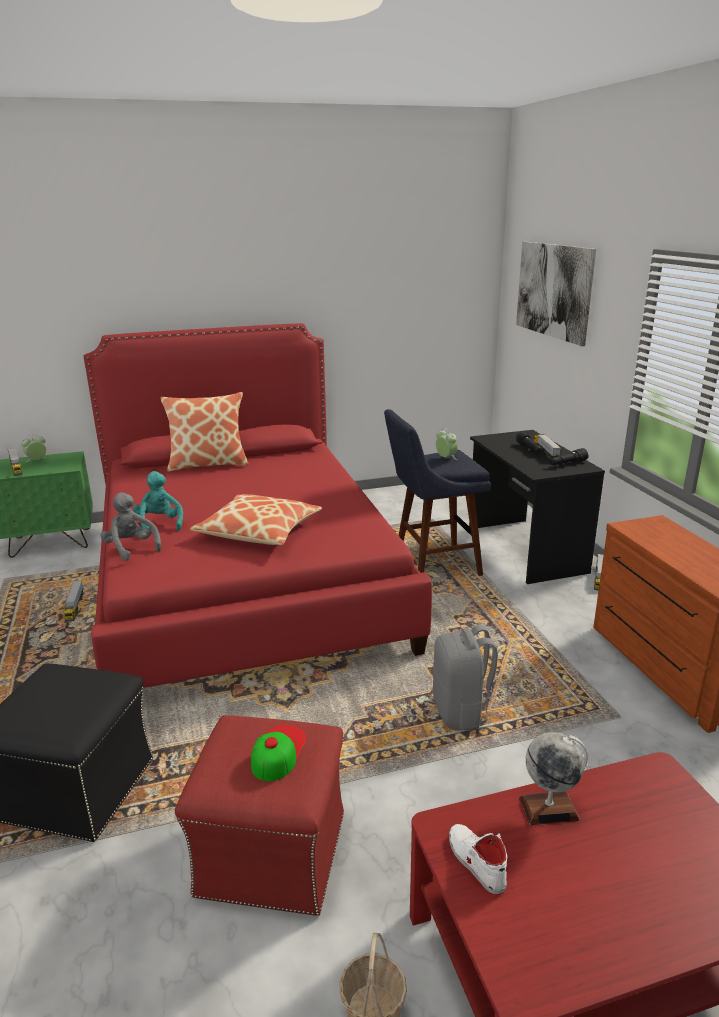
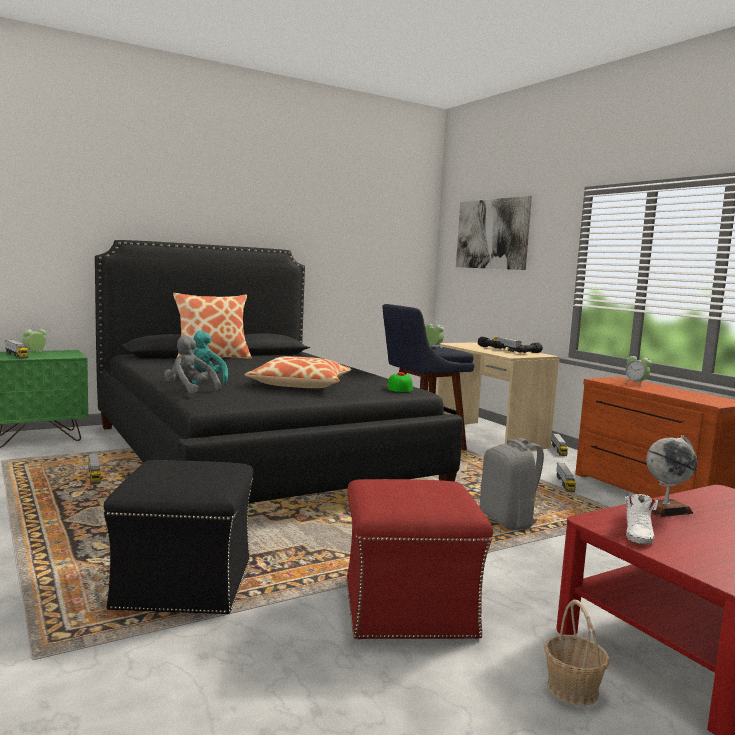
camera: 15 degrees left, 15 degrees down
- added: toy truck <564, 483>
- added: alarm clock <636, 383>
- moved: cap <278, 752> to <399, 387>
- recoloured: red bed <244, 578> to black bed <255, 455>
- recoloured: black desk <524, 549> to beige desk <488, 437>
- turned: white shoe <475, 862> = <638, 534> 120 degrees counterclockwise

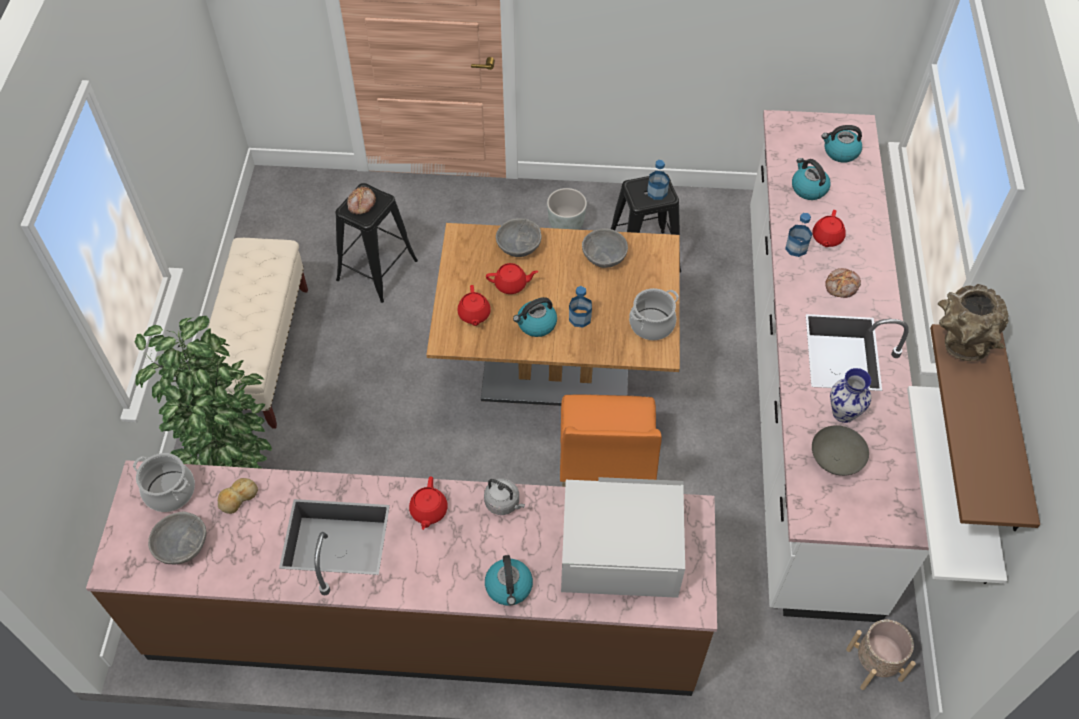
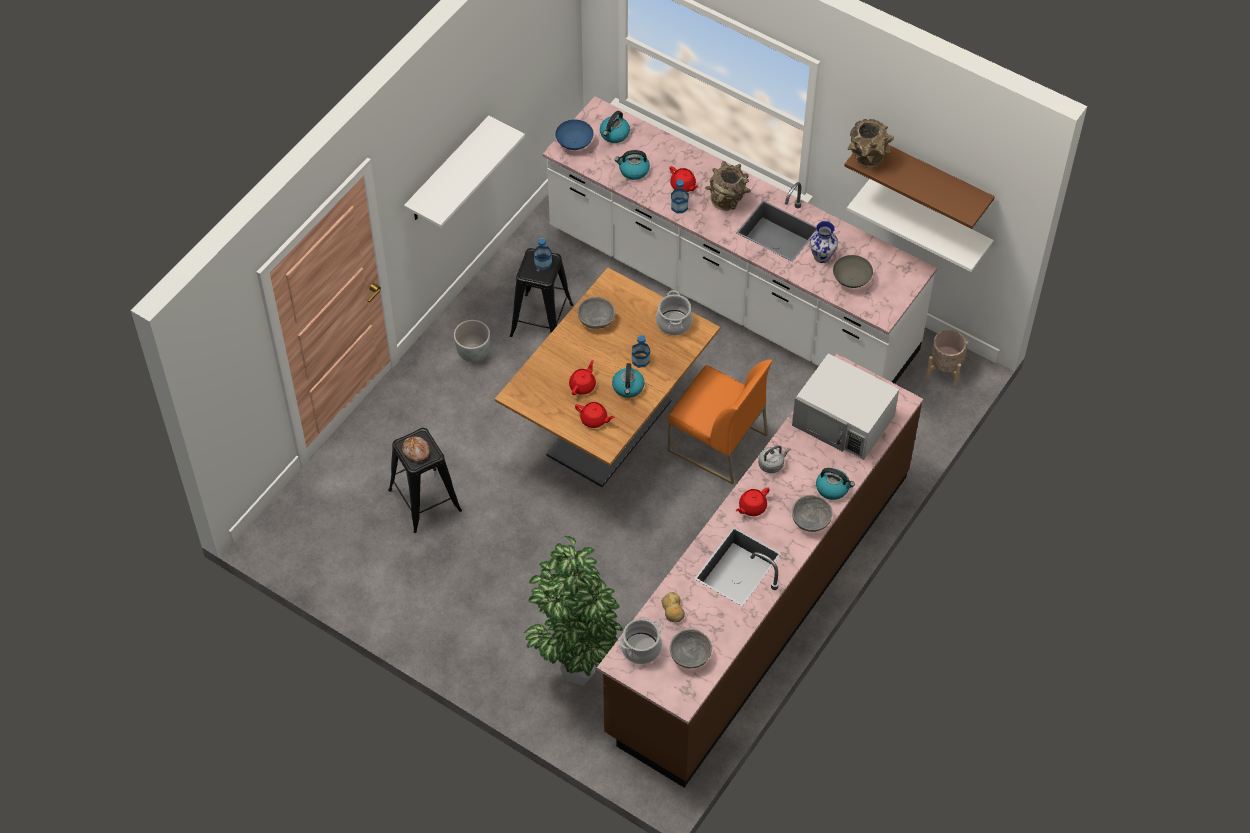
camera: 60 degrees left, 0 degrees up
- removed: beige bench <262, 354>
- added: white shelf <448, 171>
- added: blue bowl <575, 143>
- moved: grey bowl <519, 246> to <811, 520>
- replaced: bread <842, 286> to brown vase <727, 201>
- turned: red teapot <428, 511> = <752, 507> 105 degrees clockwise
- turned: white microwave <618, 551> = <844, 421> 90 degrees counterclockwise

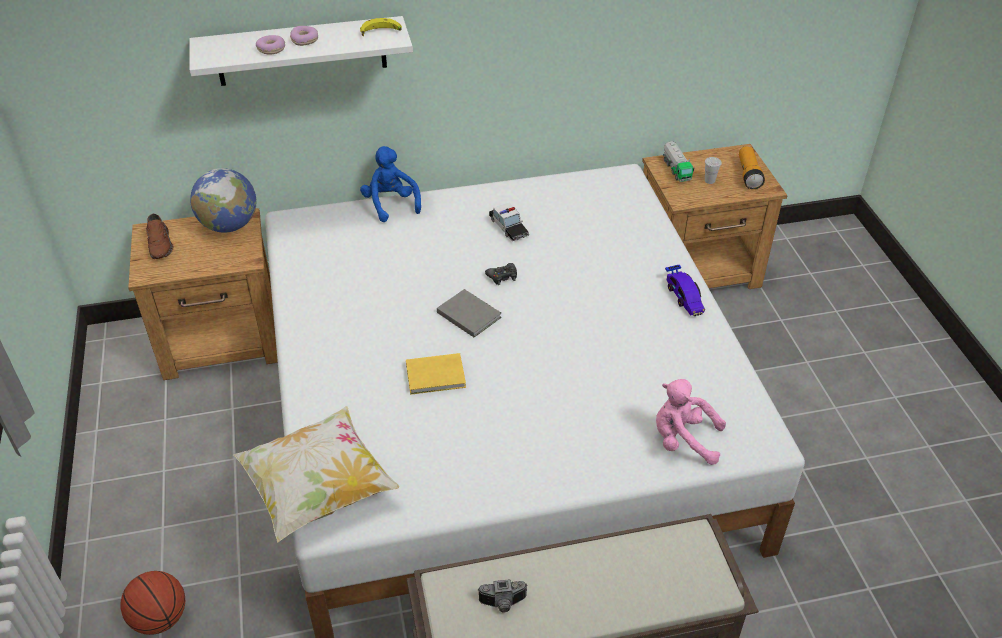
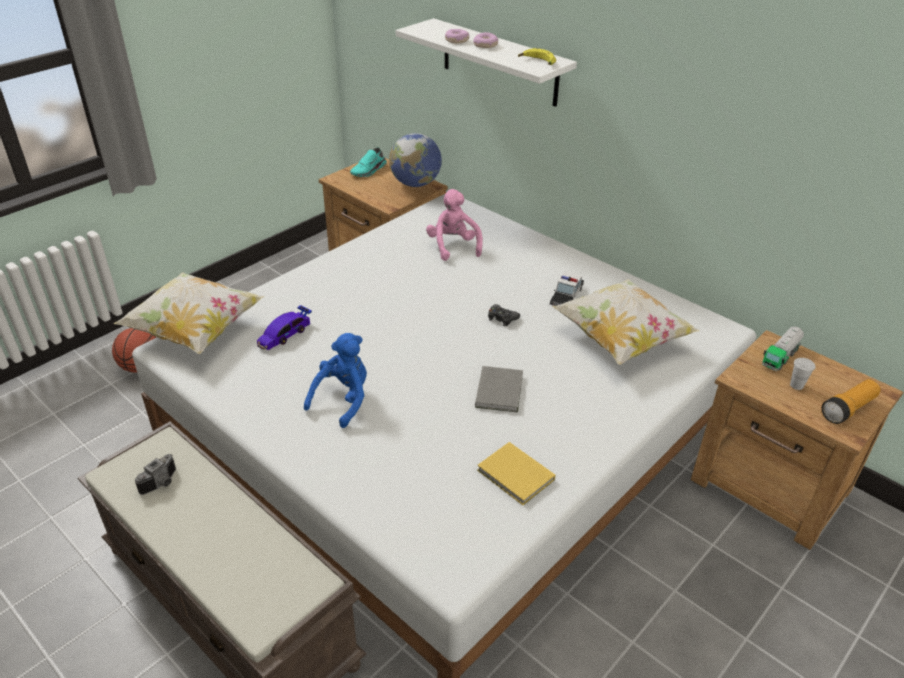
camera: 55 degrees right, 5 degrees down
- added: pillow <620, 339>
- moved: blue plush toy <390, 204> to <343, 399>
- moved: yellow book <437, 376> to <516, 476>
- moved: grey book <468, 314> to <500, 390>
- moved: pink plush toy <683, 440> to <453, 246>
- moved: toy car <684, 297> to <285, 335>
- recoloured: brown shoe <161, 244> to turquoise shoe <369, 171>
- turned: photo camera <503, 604> = <162, 483> 105 degrees counterclockwise

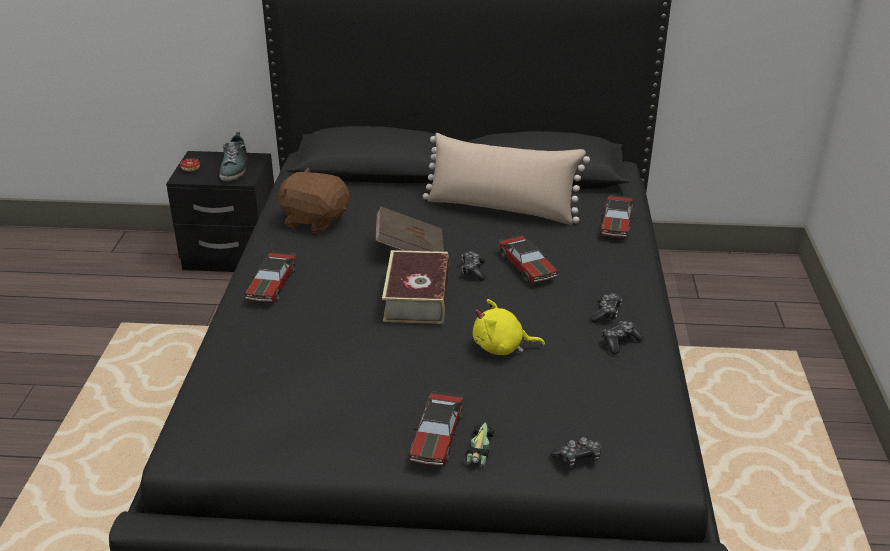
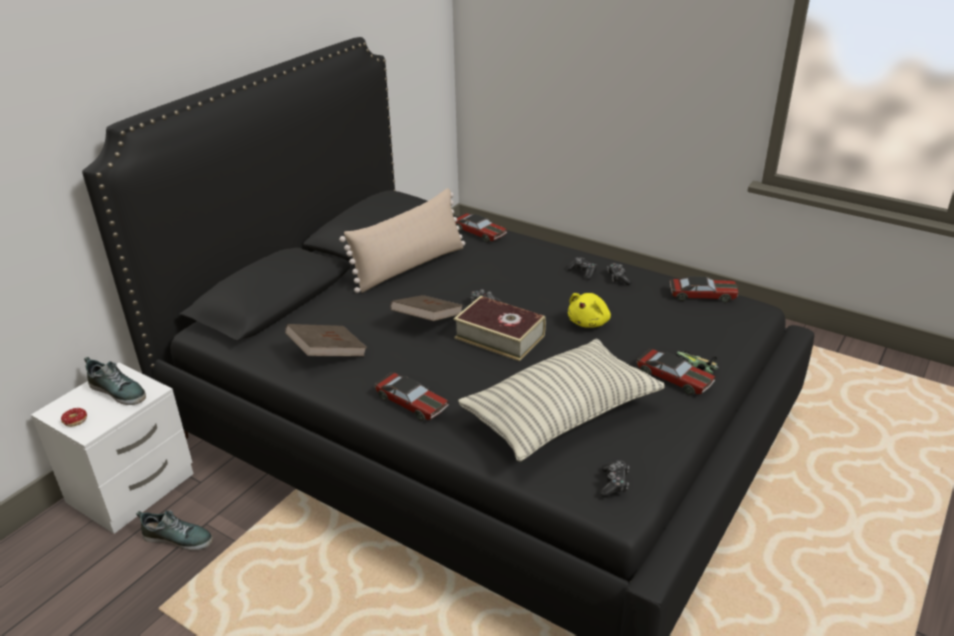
camera: 60 degrees left, 0 degrees up
- added: shoe <178, 538>
- added: pillow <561, 415>
- moved: toy car <527, 266> to <702, 295>
- moved: game controller <577, 458> to <614, 483>
- replaced: brown plush toy <315, 220> to brown book <327, 354>
- recoloured: black nightstand <231, 256> to white nightstand <133, 489>

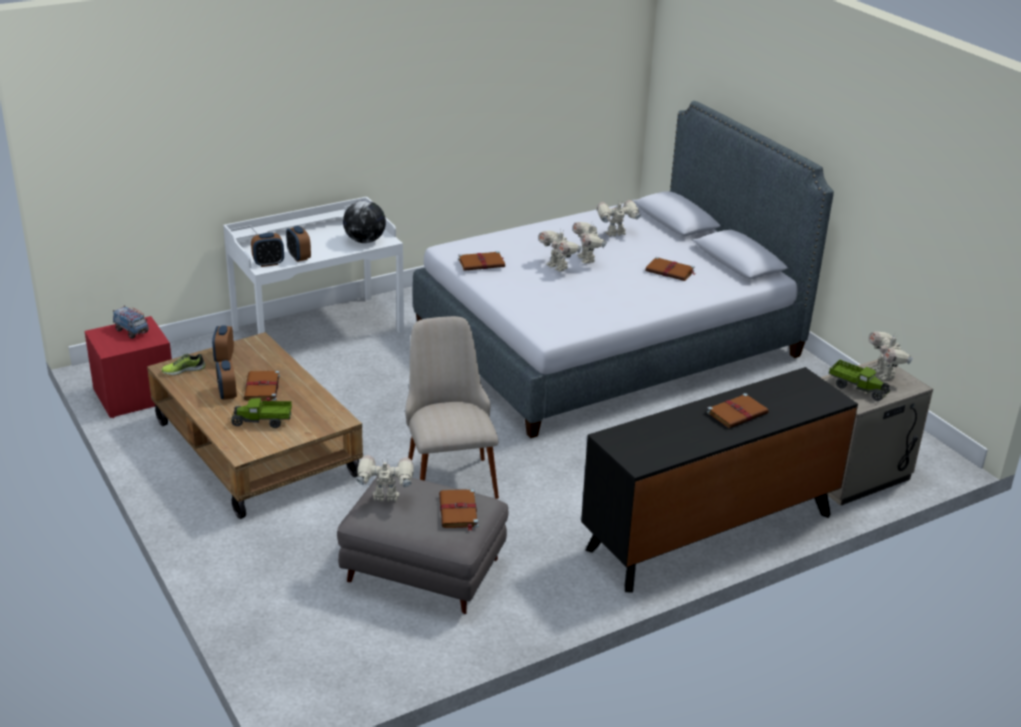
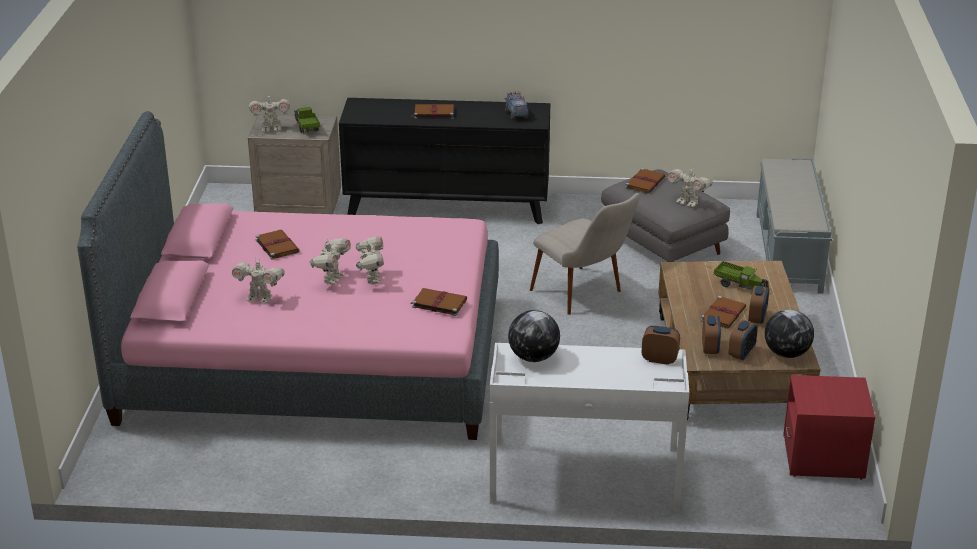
camera: 145 degrees left, 0 degrees up
- added: grey bench <788, 253>
- moved: toy truck <132, 331> to <516, 114>
- moved: alarm clock <299, 257> to <710, 348>
- replaced: shoe <183, 370> to globe <786, 353>
- recoloured: grey bed <608, 341> to pink bed <311, 359>
- turned: beige chair <448, 472> = <585, 297> 60 degrees counterclockwise
- turned: toy robot <884, 374> = <271, 128> 60 degrees clockwise

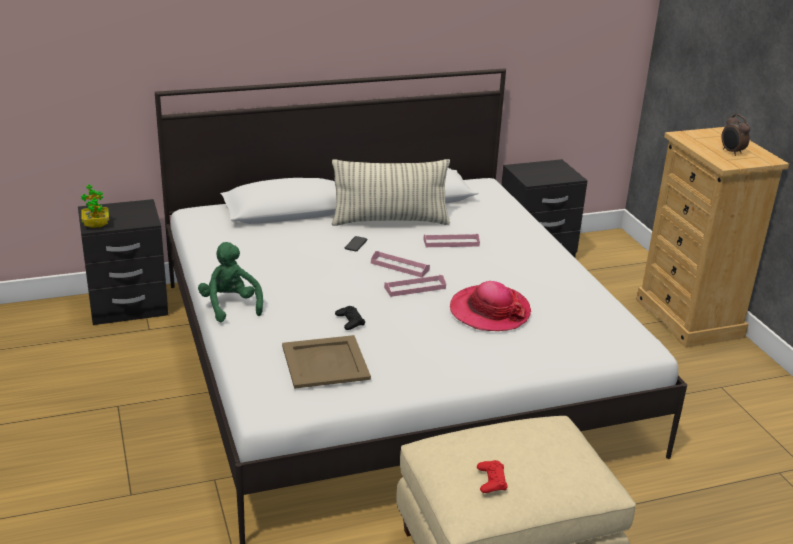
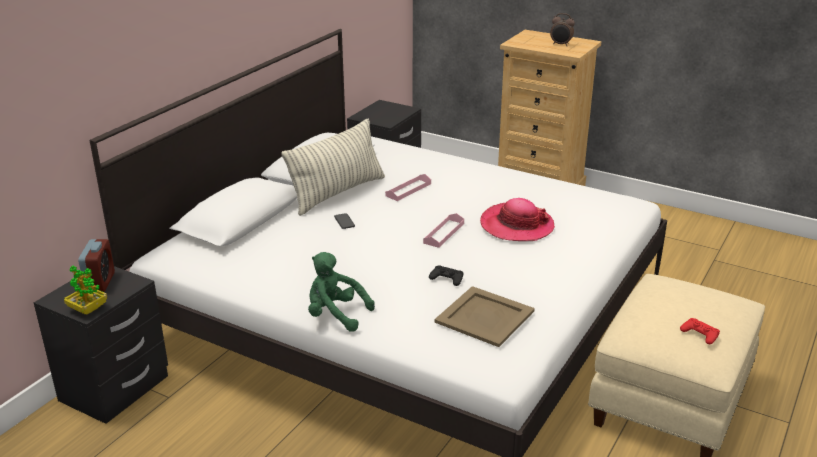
camera: 40 degrees left, 0 degrees up
- removed: pink tray <400, 266>
- added: alarm clock <100, 282>

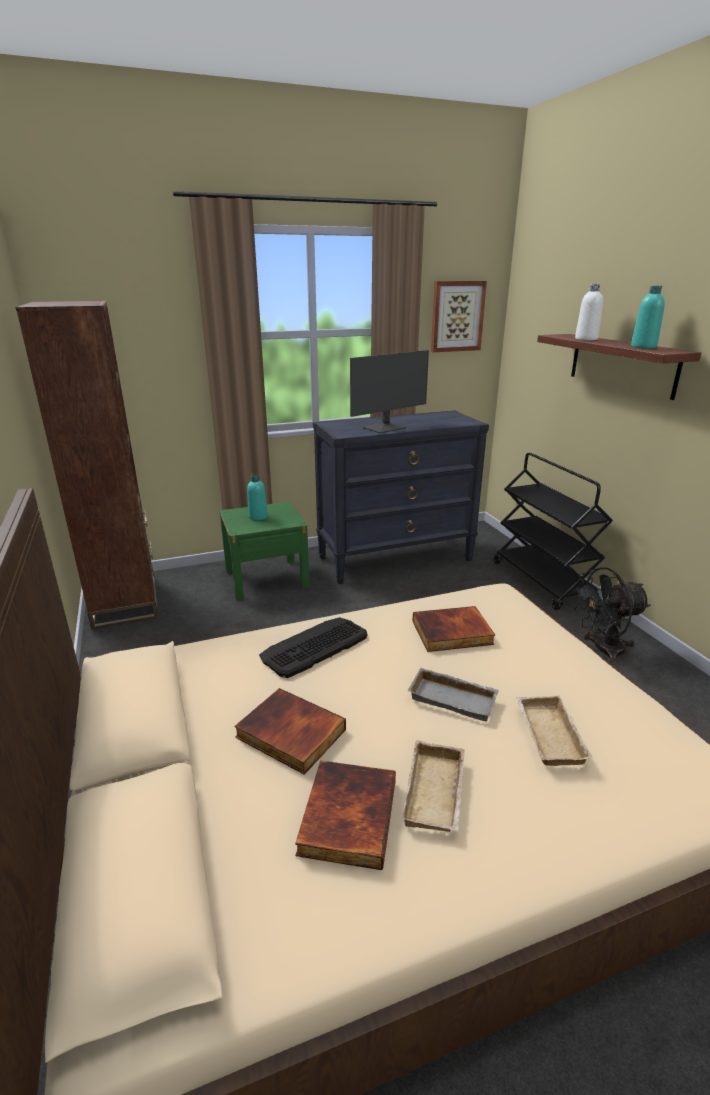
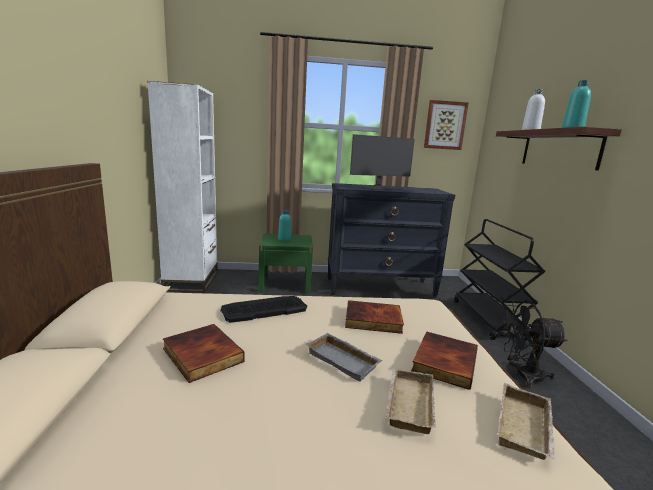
camera: 15 degrees right, 10 degrees down
- moved: book <346, 815> to <443, 361>
- moved: beige tray <437, 793> to <526, 428>
- recoloured: brown bookcase <125, 601> to white bookcase <192, 281>

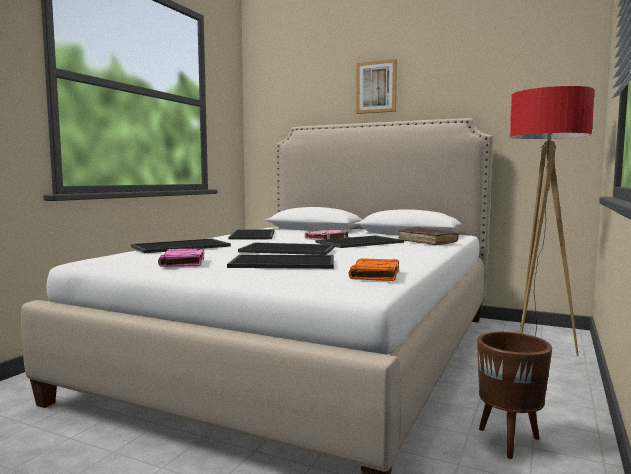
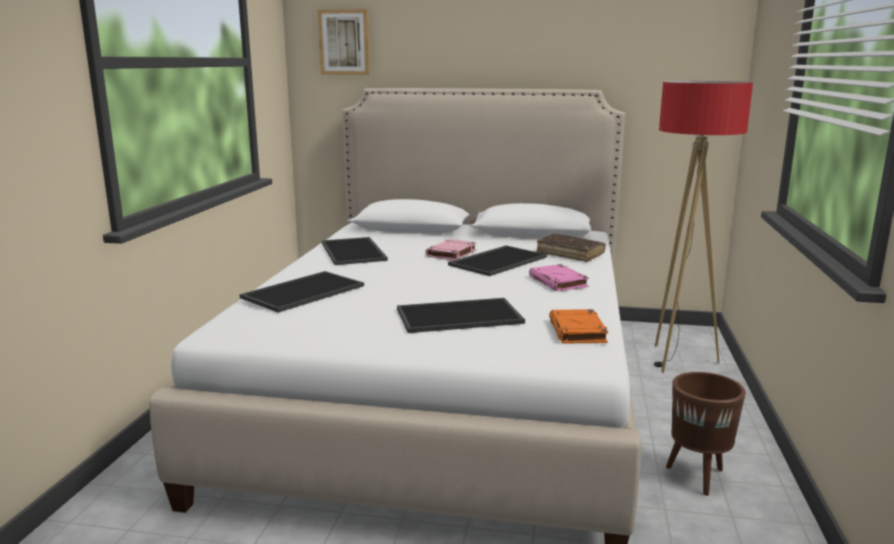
camera: 15 degrees left, 10 degrees up
- removed: tray <289, 249>
- moved: pink book <183, 262> to <558, 282>
- moved: picture <376, 87> to <344, 42>

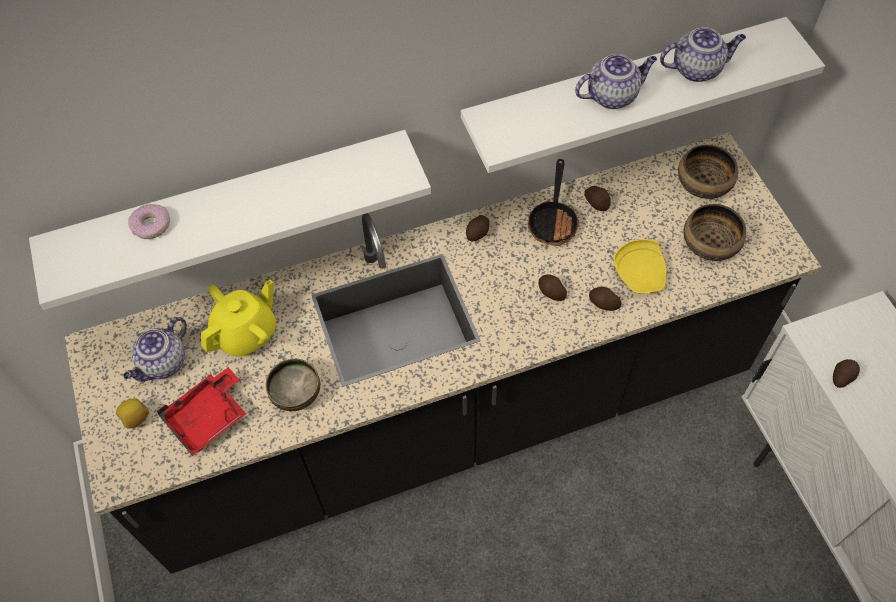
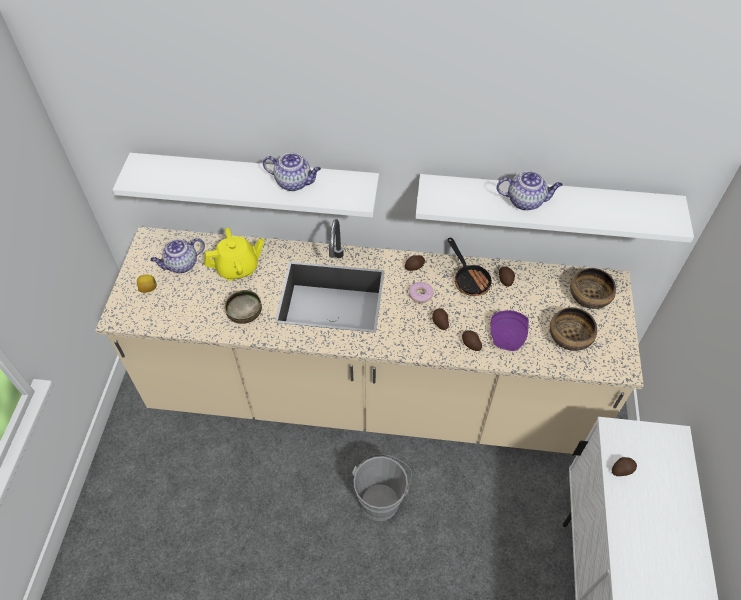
camera: 25 degrees right, 5 degrees down
- removed: red tray <208, 417>
- added: grey bucket <381, 498>
- moved: donut <151, 225> to <420, 295>
- moved: teapot <697, 69> to <294, 182>
- recoloured: black counter <452, 418> to beige counter <370, 396>
- recoloured: yellow plate <641, 274> to purple plate <508, 336>
- turned: frying pan <553, 220> = <469, 279> 60 degrees counterclockwise

